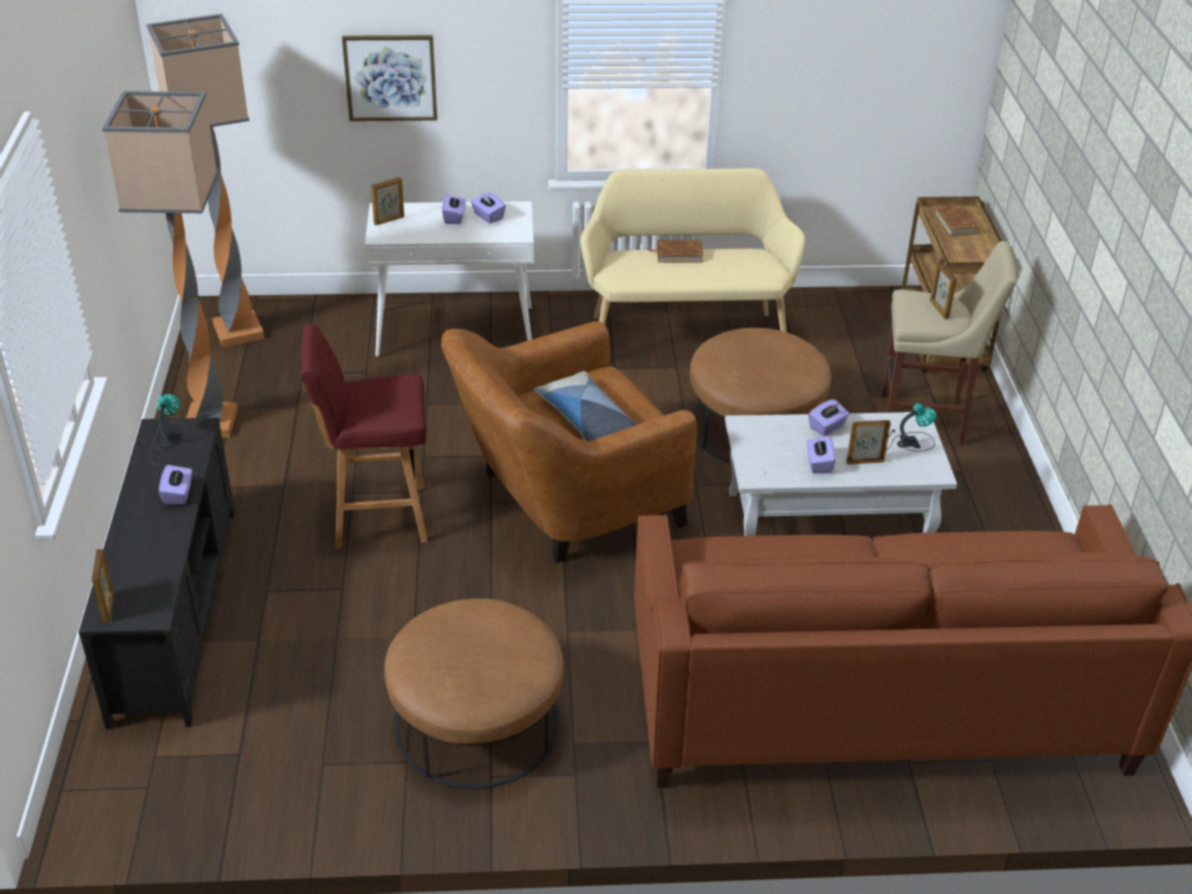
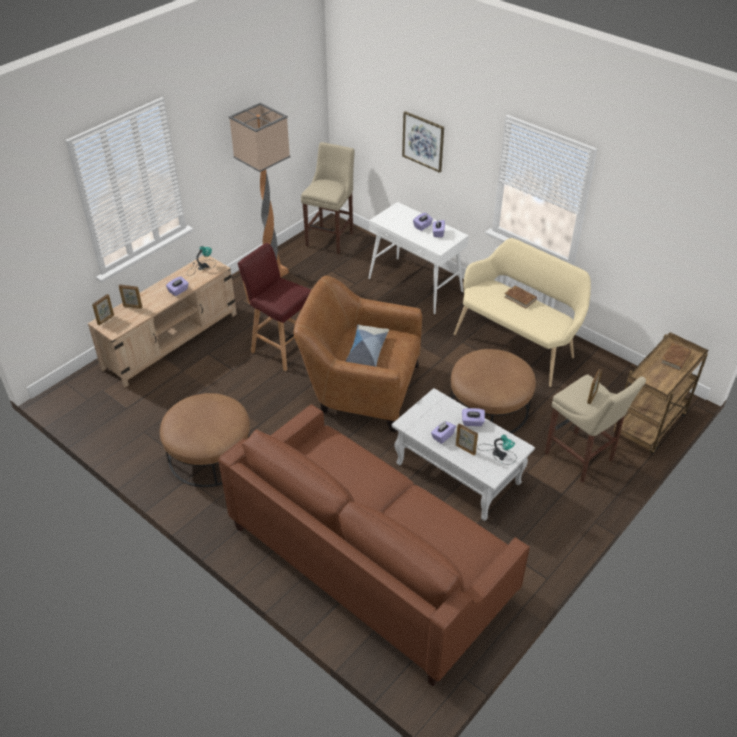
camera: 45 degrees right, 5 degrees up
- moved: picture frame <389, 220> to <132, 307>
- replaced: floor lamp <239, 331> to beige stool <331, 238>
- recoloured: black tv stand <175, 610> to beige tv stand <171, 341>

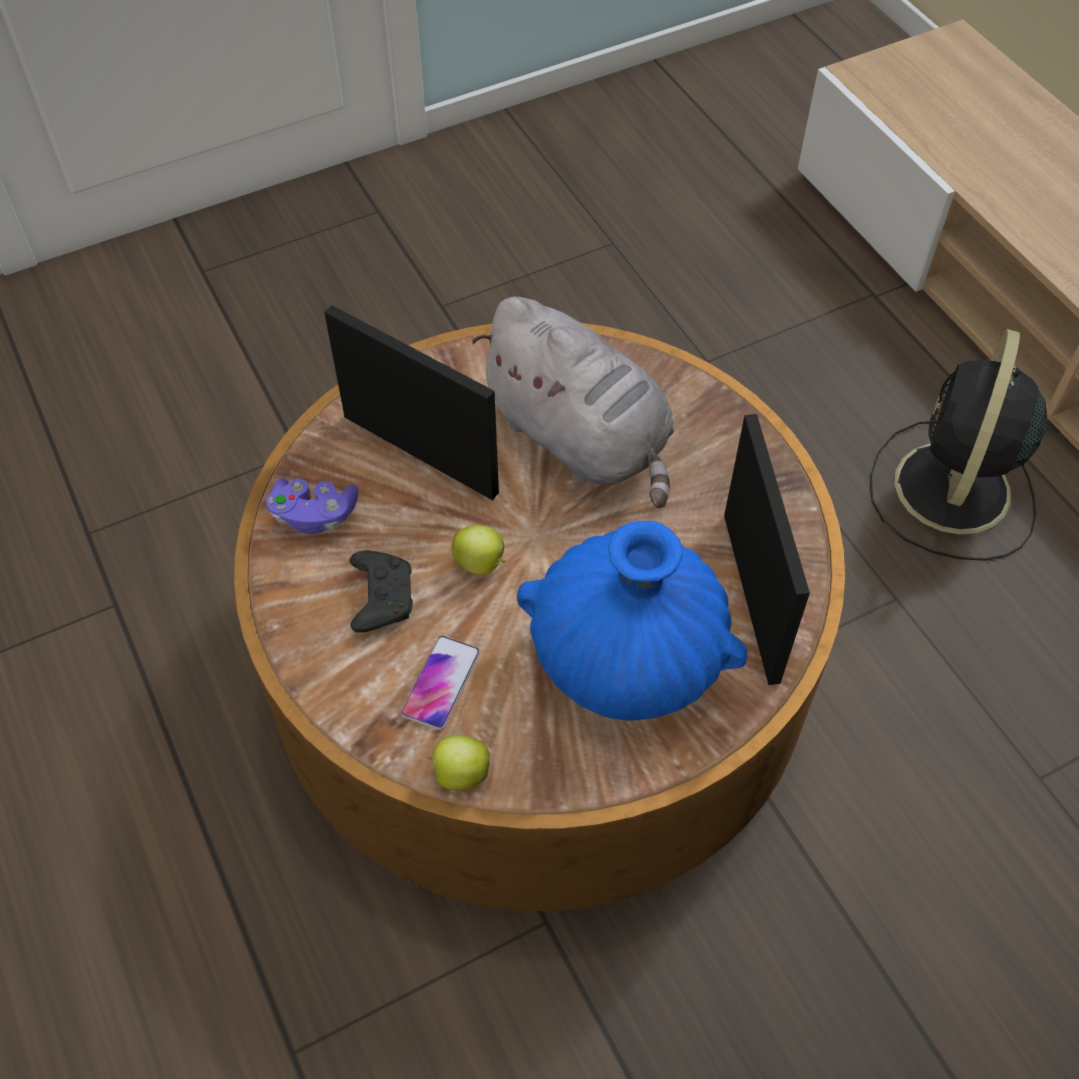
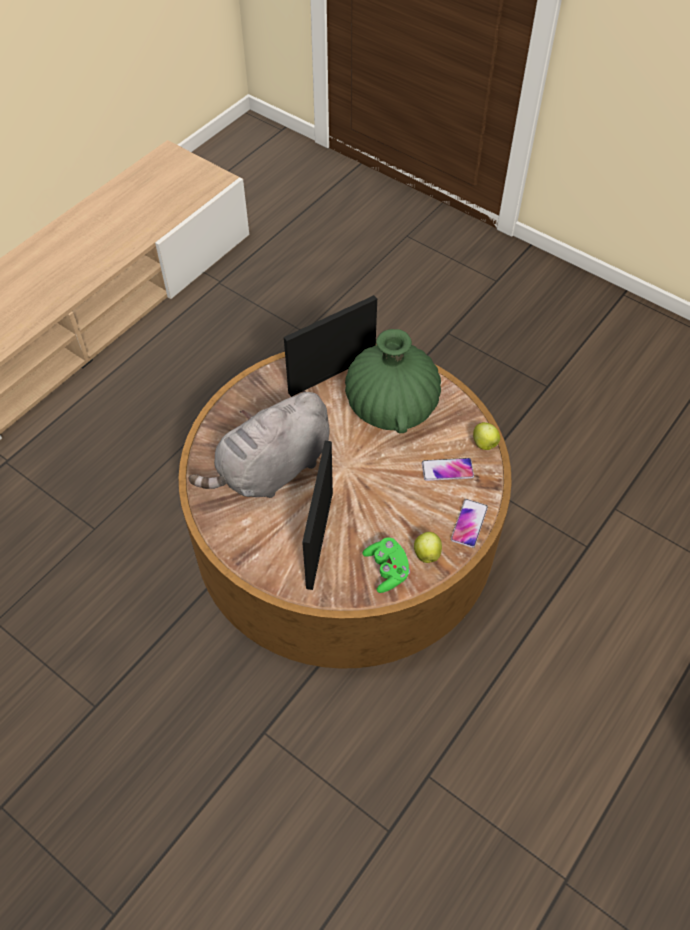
camera: 115 degrees left, 0 degrees up
- removed: black game controller <381, 597>
- removed: black fan <951, 492>
- added: phone <469, 523>
- moved: apple <481, 563> to <426, 553>
- recoloured: purple game controller <314, 515> to green game controller <387, 570>
- recoloured: blue vase <627, 657> to green vase <391, 407>
- turned: grey plush toy <581, 439> = <271, 470> 150 degrees counterclockwise

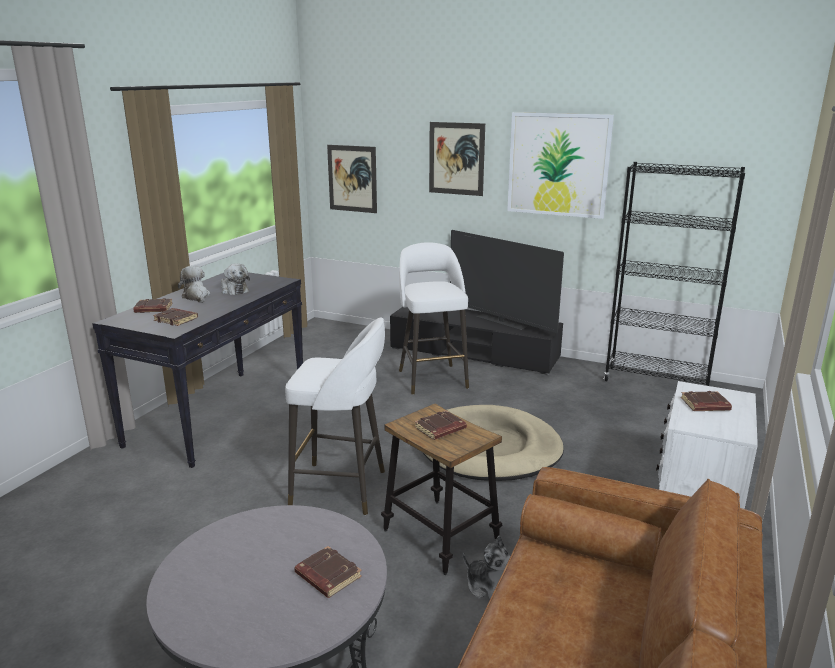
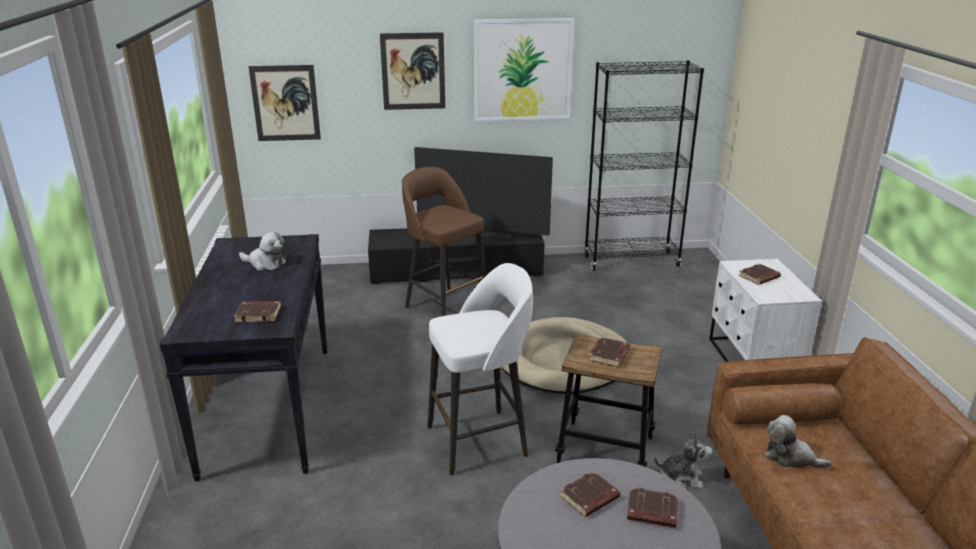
camera: 30 degrees left, 5 degrees up
- moved: brown book <153, 309> to <589, 498>
- moved: plush toy <196, 297> to <790, 457>
- recoloured: white stool <432, 378> to brown stool <445, 306>

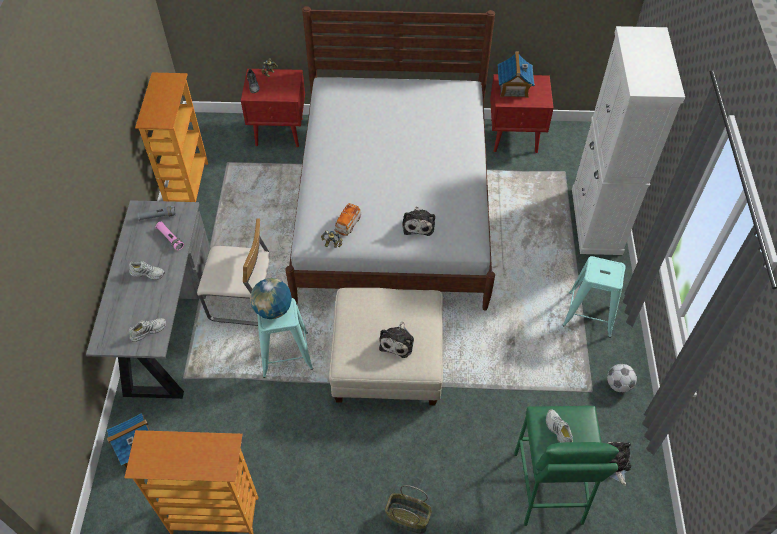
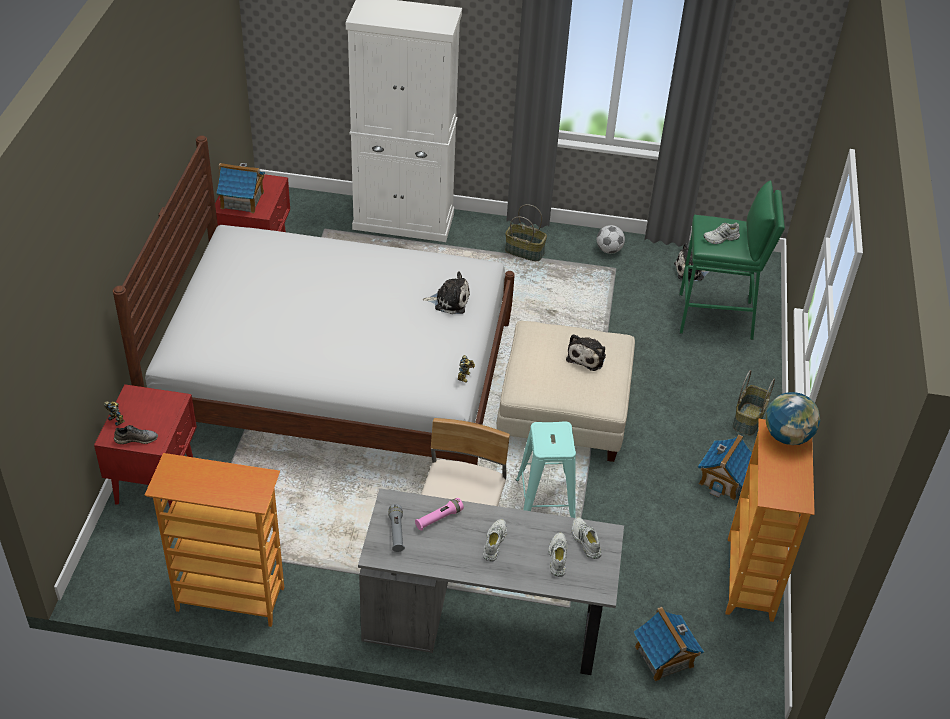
camera: 85 degrees left, 10 degrees down
- removed: toy car <348, 224>
- added: white shoe <557, 557>
- added: toy house <724, 479>
- moved: globe <273, 309> to <787, 436>
- replaced: turquoise stool <589, 314> to basket <525, 251>
- turned: plush toy <398, 342> = <587, 356> 90 degrees clockwise

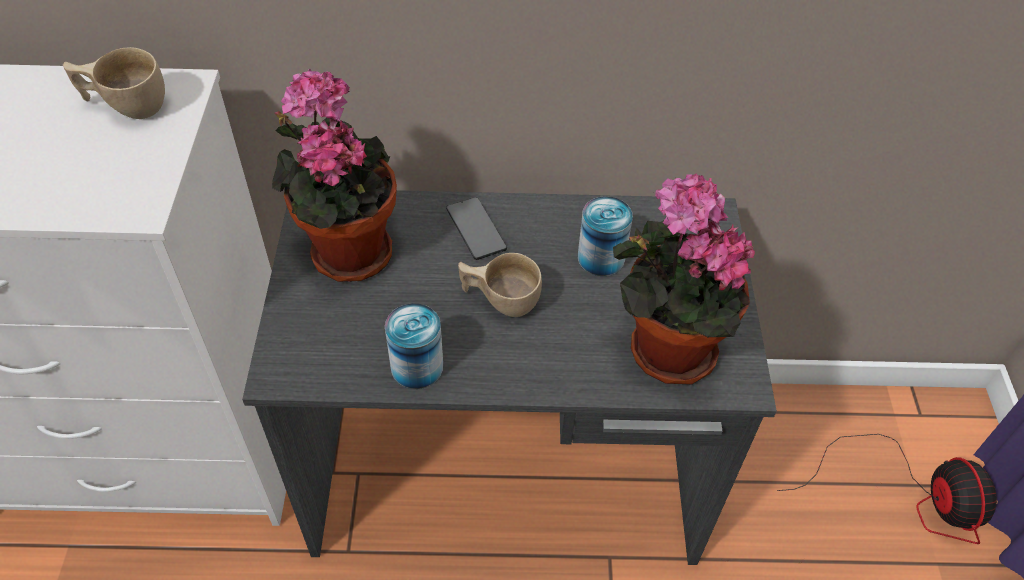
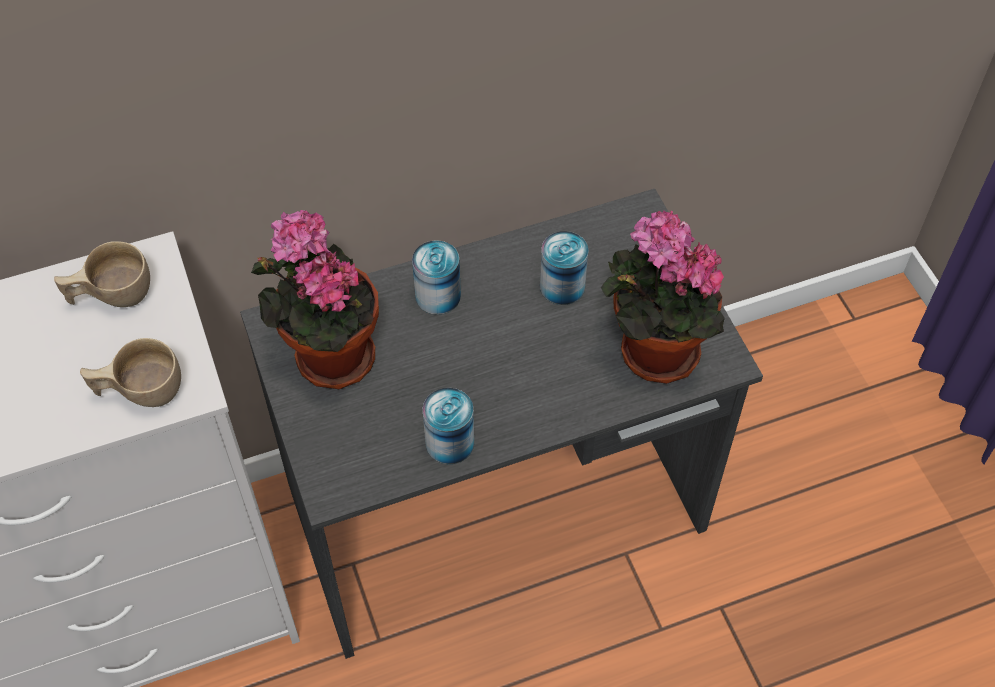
camera: 20 degrees left, 5 degrees up
- removed: fan <908, 495>
- moved: beige cup <499, 300> to <140, 392>
- replaced: phone <476, 229> to can <438, 296>

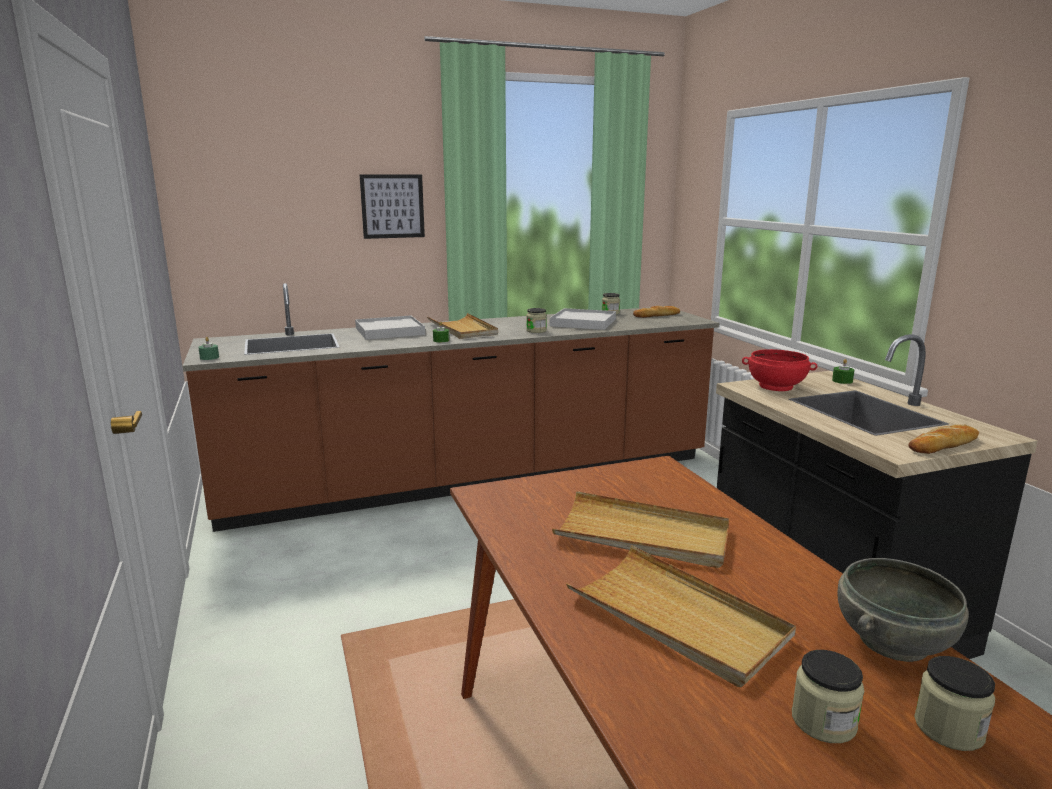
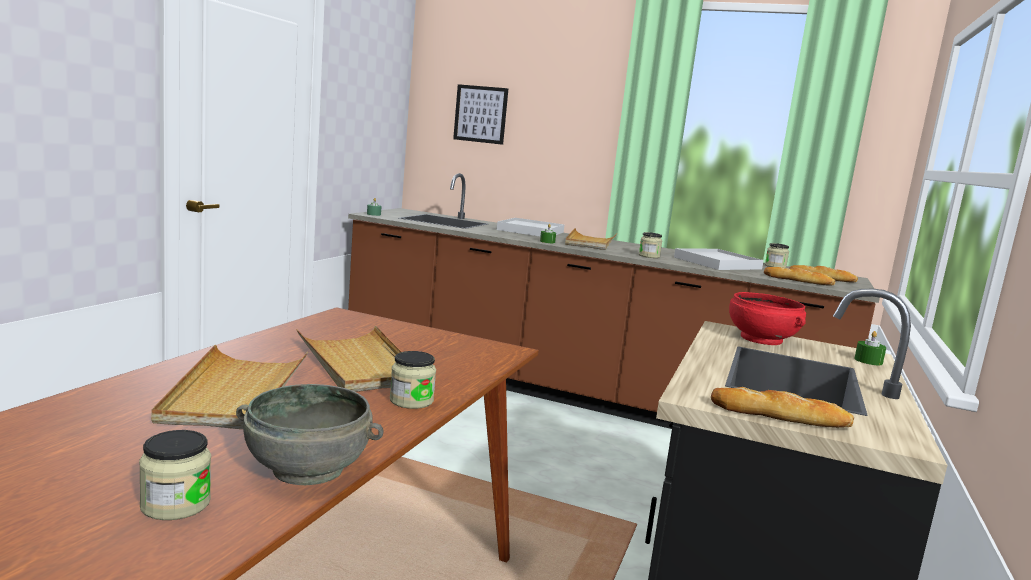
camera: 40 degrees right, 5 degrees down
- added: bread <798, 280>
- moved: picture <392, 206> to <480, 114>
- moved: jar <823, 721> to <411, 401>

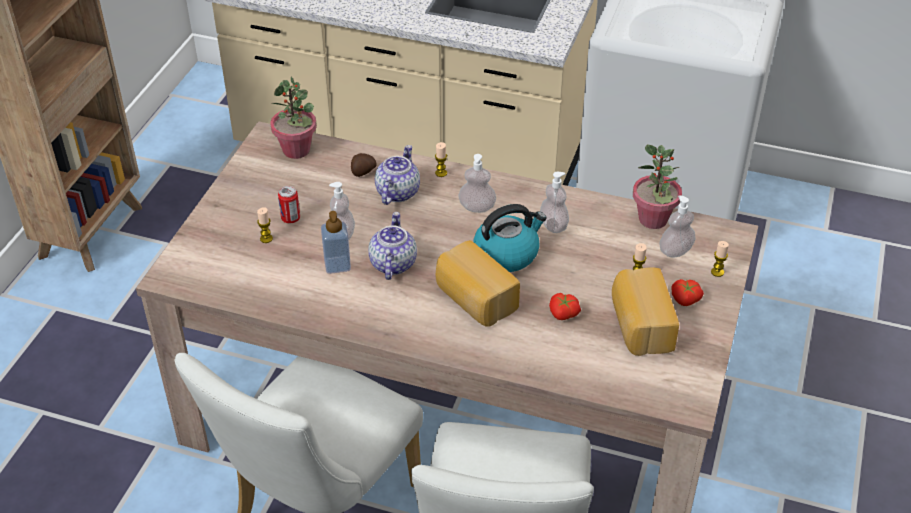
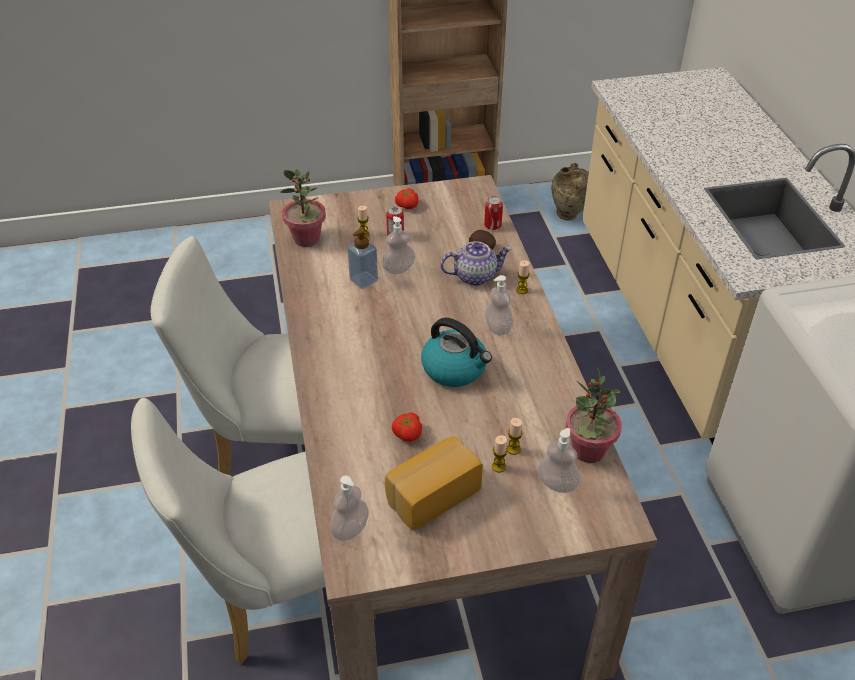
camera: 60 degrees right, 0 degrees up
- removed: teapot <392, 263>
- removed: bread <474, 299>
- added: can <492, 226>
- added: beige vase <570, 216>
- moved: potted plant <296, 150> to <307, 239>
- moved: soap dispenser <553, 225> to <350, 529>
- moved: tomato <685, 300> to <406, 206>
- moved: candle <717, 272> to <513, 449>

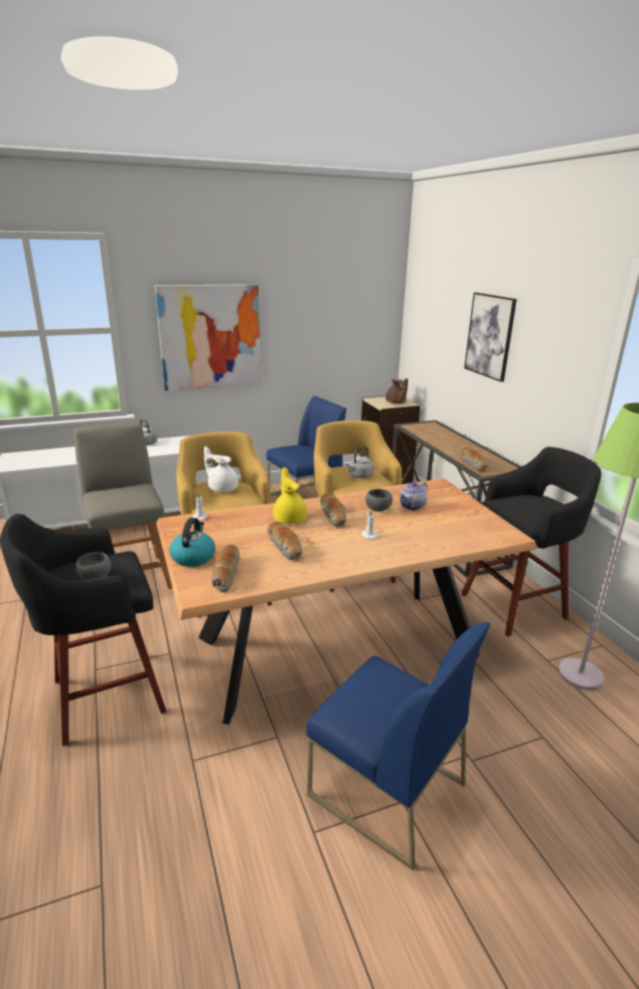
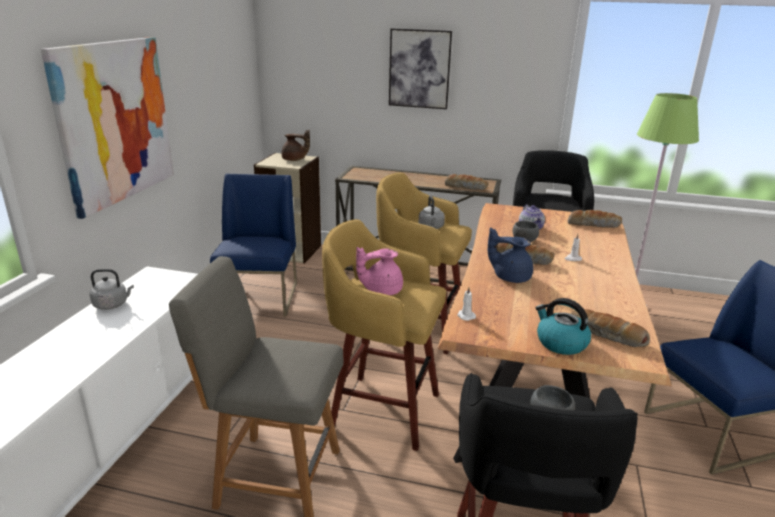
camera: 55 degrees left, 0 degrees up
- moved: bread <285, 547> to <593, 225>
- recoloured: white teapot <222, 488> to pink teapot <381, 290>
- recoloured: yellow teapot <290, 518> to blue teapot <510, 277>

